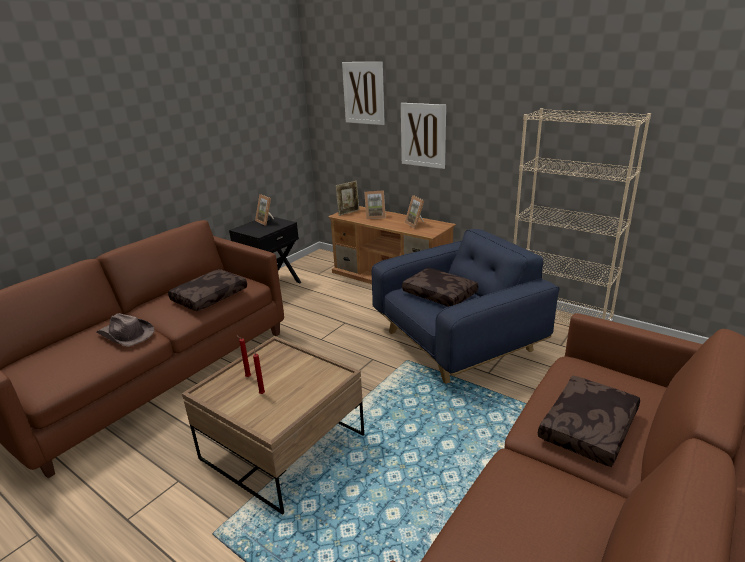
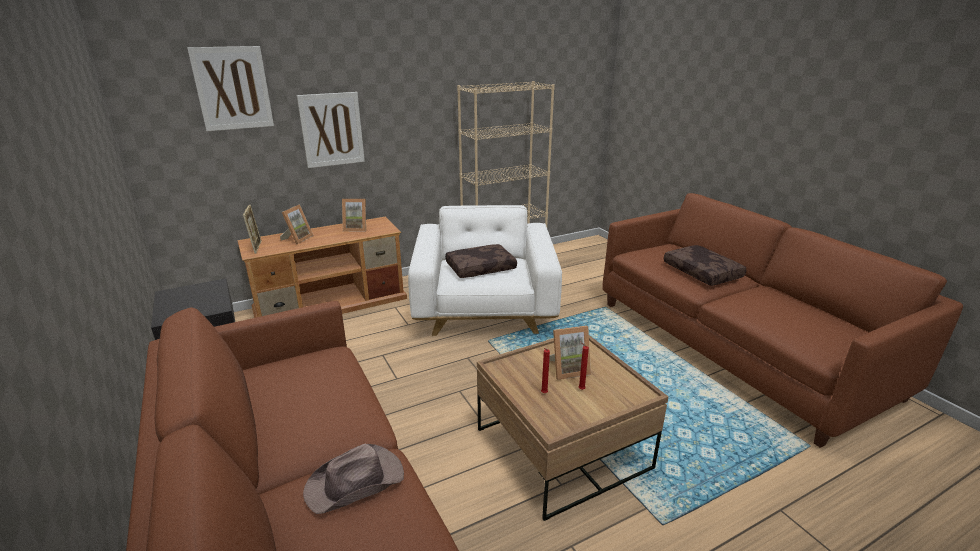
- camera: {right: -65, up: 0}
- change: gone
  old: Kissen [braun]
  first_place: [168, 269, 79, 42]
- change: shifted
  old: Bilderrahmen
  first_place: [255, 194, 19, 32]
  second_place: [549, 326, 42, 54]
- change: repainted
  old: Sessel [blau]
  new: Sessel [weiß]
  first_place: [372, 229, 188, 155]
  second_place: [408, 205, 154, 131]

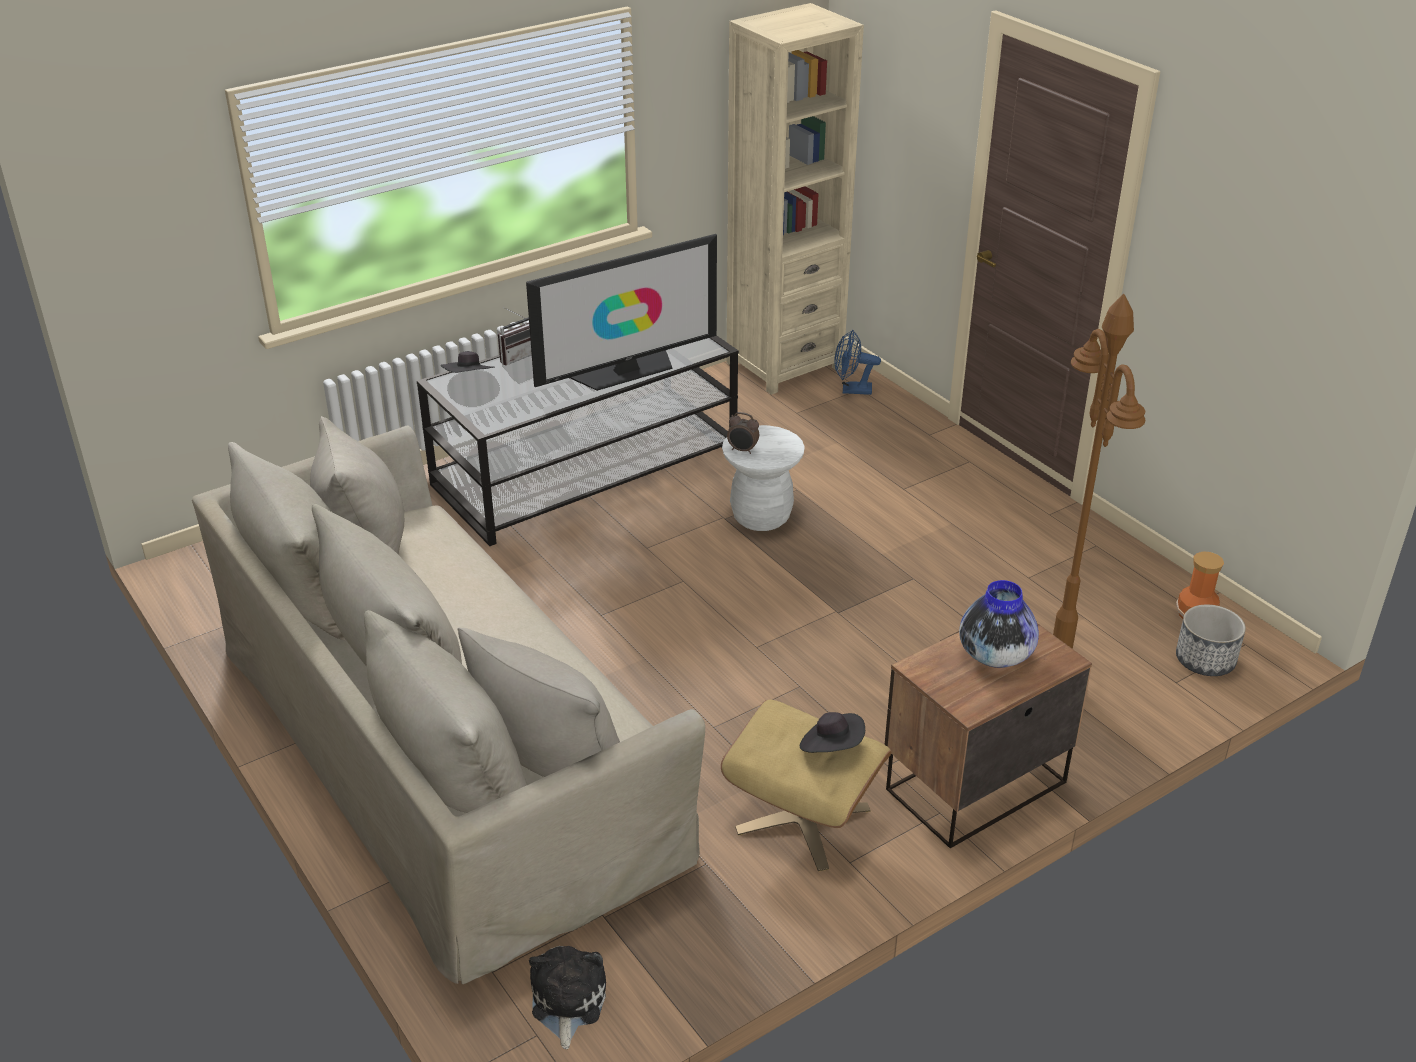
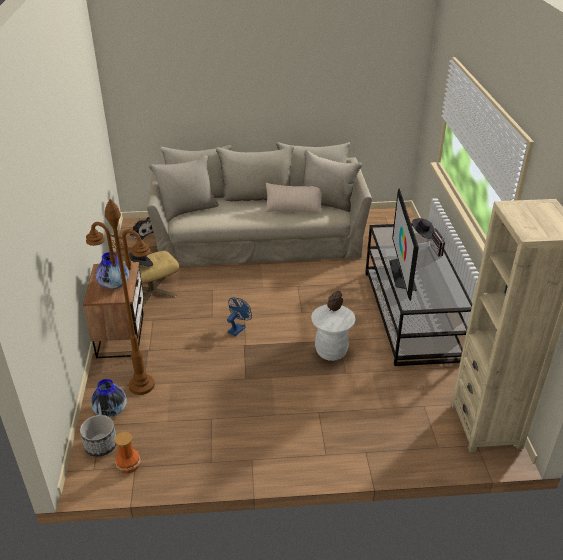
- camera: {right: 120, up: 0}
- change: shifted
  old: Ventilator [blau]
  first_place: [834, 330, 47, 65]
  second_place: [227, 298, 25, 38]
- change: new
  new: Vase
  second_place: [91, 379, 36, 38]
- change: new
  new: Kissen [beige]
  second_place: [265, 183, 57, 31]

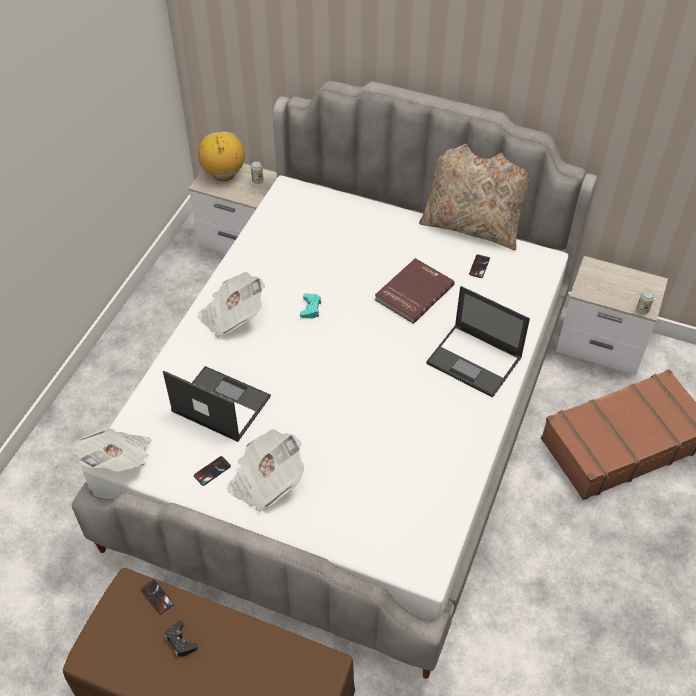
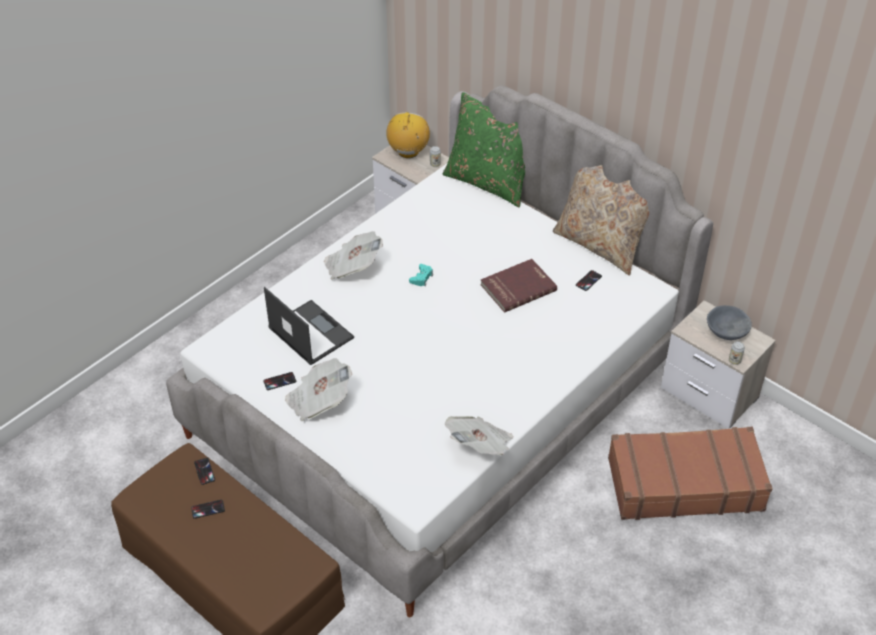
- camera: {right: 20, up: -5}
- change: shifted
  old: Zeitung
  first_place: [71, 429, 80, 43]
  second_place: [445, 416, 69, 39]
- change: swapped
  old: Gamepad [schwarz]
  new: Handy
  first_place: [165, 621, 33, 36]
  second_place: [191, 500, 34, 19]
- change: gone
  old: Laptop
  first_place: [426, 286, 104, 112]
- change: new
  new: Kissen [grün]
  second_place: [443, 92, 82, 115]
- change: new
  new: Schüssel [grau]
  second_place: [707, 305, 45, 35]

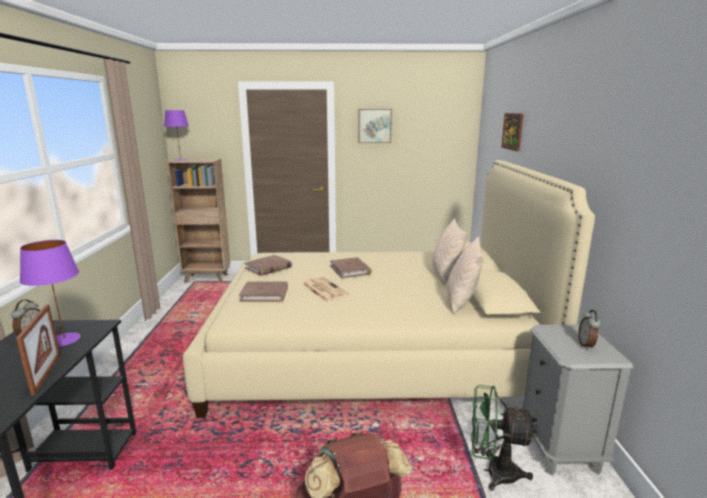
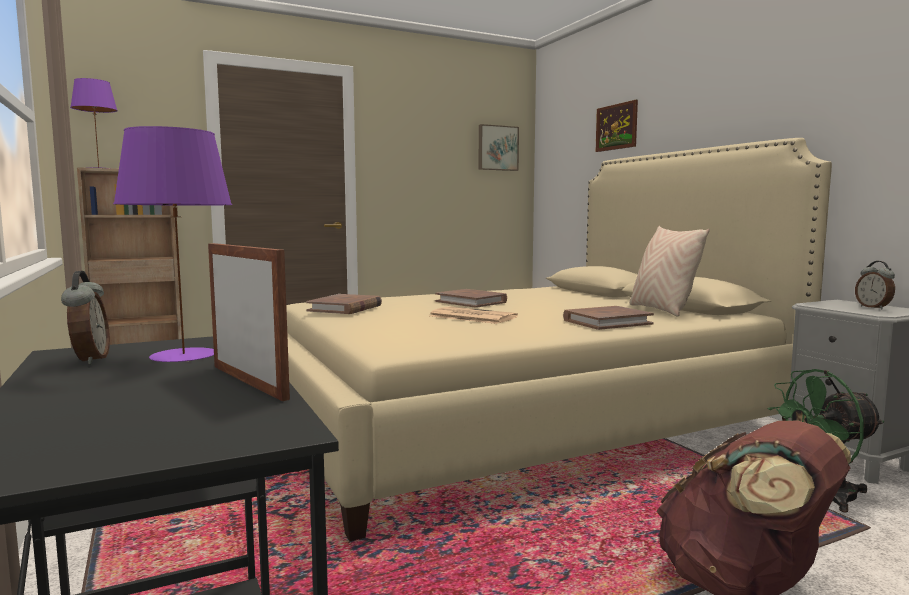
- camera: {right: -25, up: -10}
- change: shifted
  old: Buch [braun]
  first_place: [239, 282, 49, 20]
  second_place: [563, 306, 91, 24]
- change: shifted
  old: Bild
  first_place: [358, 109, 34, 34]
  second_place: [479, 124, 40, 47]
- change: gone
  old: Kissen [beige]
  first_place: [432, 218, 35, 67]

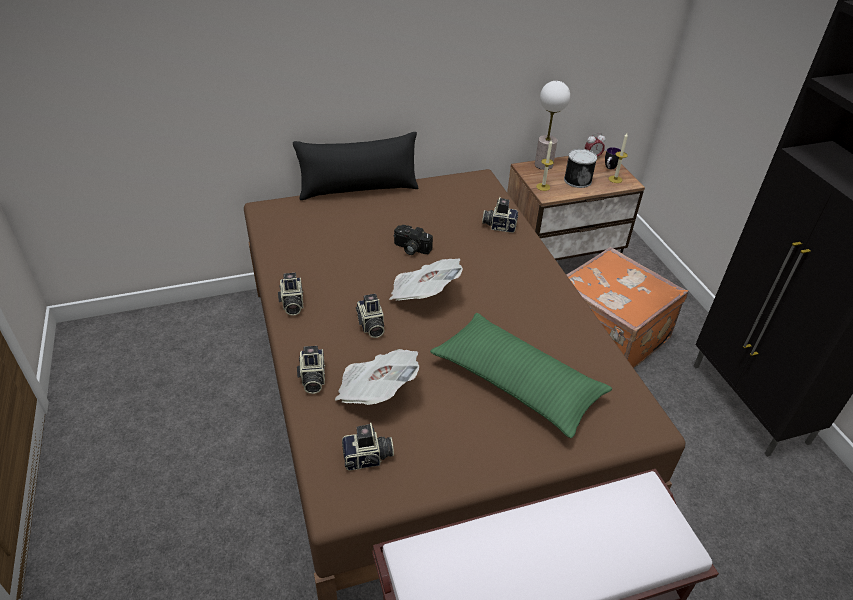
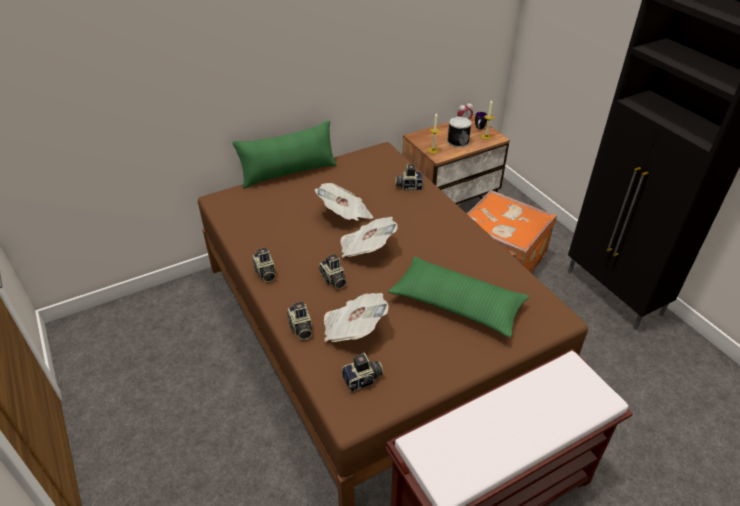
- camera: {right: -10, up: 0}
- change: repainted
  old: Kissen [schwarz]
  new: Kissen [grün]
  first_place: [293, 132, 125, 68]
  second_place: [233, 120, 104, 69]
- change: swapped
  old: Kamera
  new: Zeitung
  first_place: [394, 225, 39, 30]
  second_place: [315, 183, 59, 38]
- change: gone
  old: Tischlampe
  first_place: [535, 81, 35, 89]

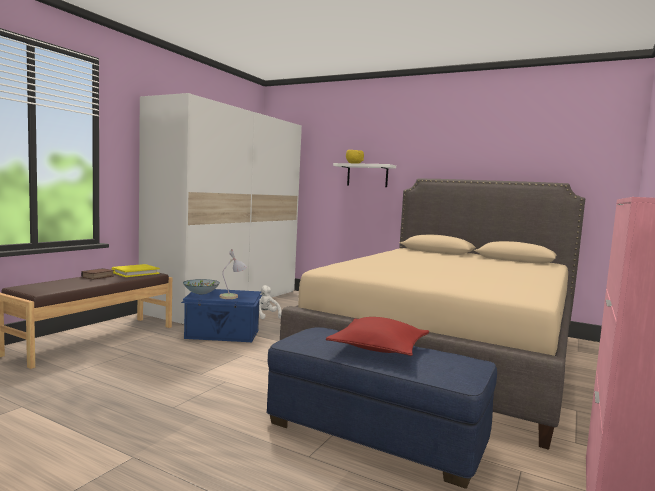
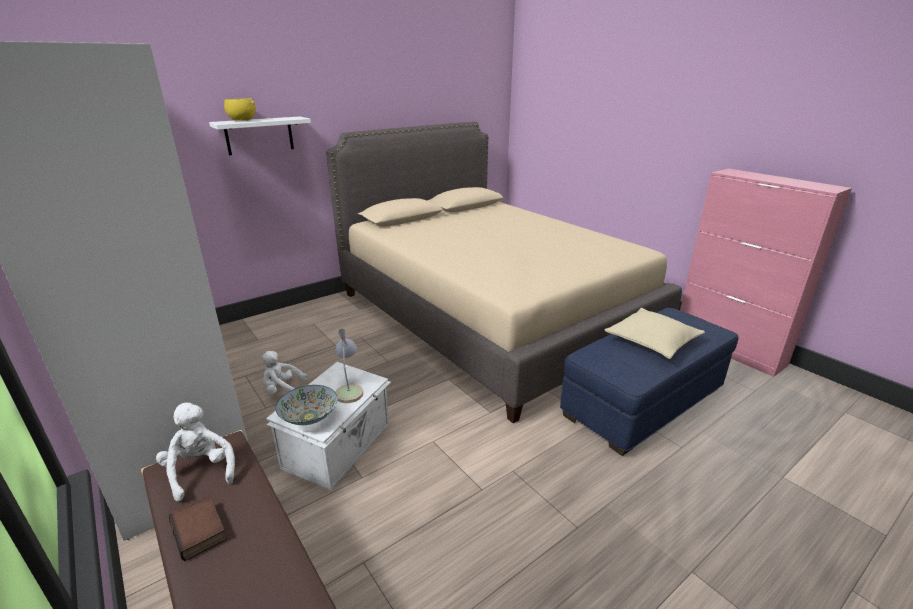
- camera: {right: -65, up: 20}
- change: swapped
  old: Buch [gelb]
  new: Plüschtier [weiß]
  first_place: [111, 264, 49, 13]
  second_place: [156, 403, 79, 98]
- change: repainted
  old: Aufbewahrungsbox [blau]
  new: Aufbewahrungsbox [weiß]
  first_place: [181, 289, 81, 53]
  second_place: [266, 362, 125, 128]
- change: repainted
  old: Kissen [rot]
  new: Kissen [beige]
  first_place: [326, 317, 103, 39]
  second_place: [604, 308, 101, 51]

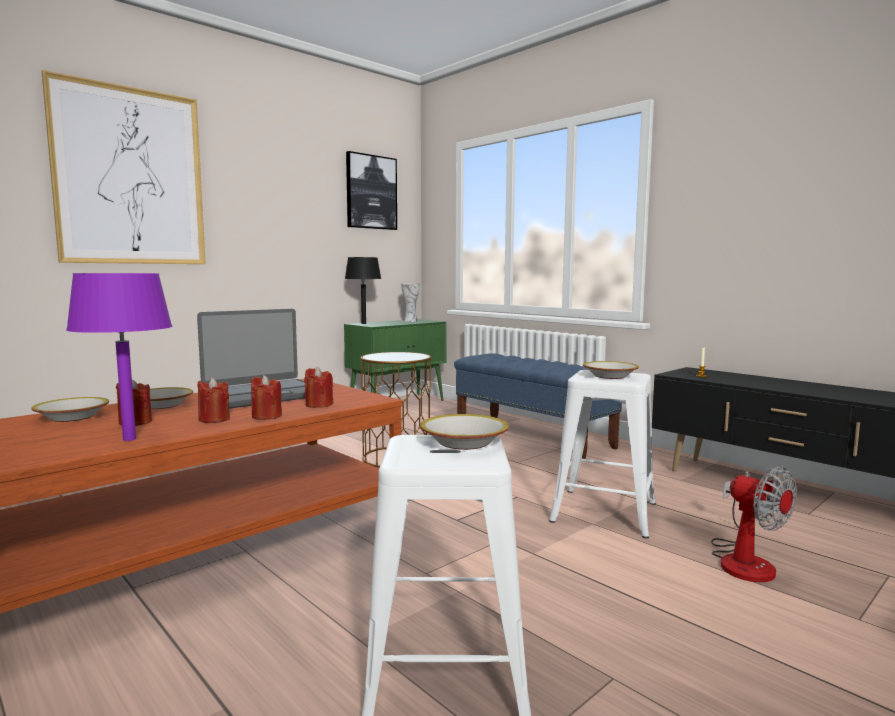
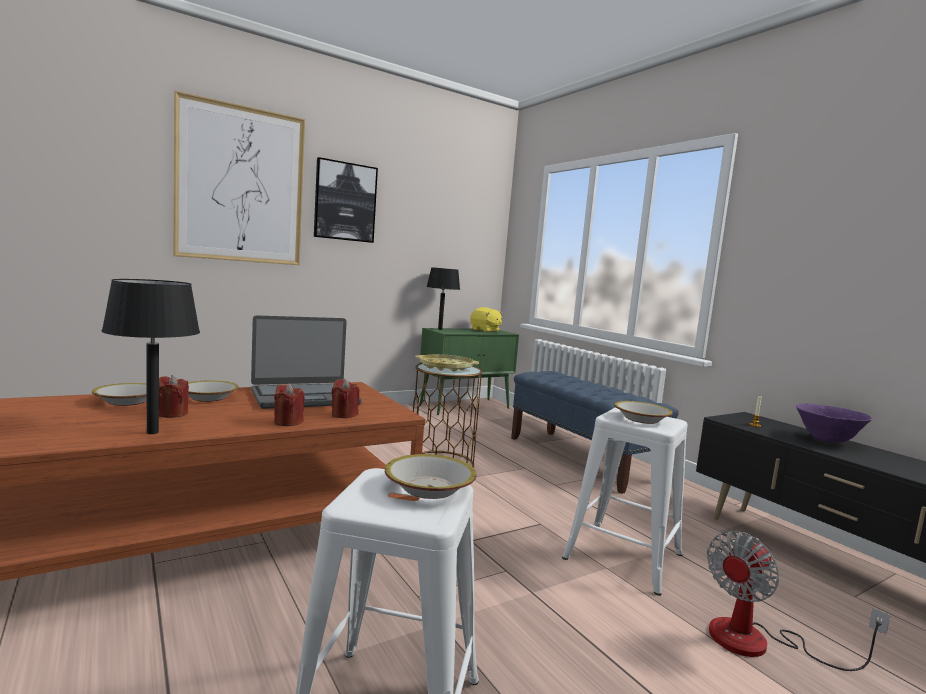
- camera: {right: 10, up: 0}
- change: repainted
  old: Tischlampe [lila]
  new: Tischlampe [schwarz]
  first_place: [66, 273, 106, 168]
  second_place: [102, 279, 98, 155]
- change: gone
  old: Kerze [rot]
  first_place: [197, 377, 33, 46]
- change: shifted
  old: Bild
  first_place: [346, 151, 51, 79]
  second_place: [314, 157, 64, 86]
- change: swapped
  old: Vase
  new: Plüschtier [gelb]
  first_place: [401, 284, 19, 38]
  second_place: [470, 307, 32, 25]
- change: rotated
  old: Ventilator
  first_place: [711, 467, 86, 115]
  second_place: [707, 531, 183, 140]
  degrees: 75
- change: new
  new: Tablett [gelb]
  second_place: [415, 354, 64, 18]
- change: new
  new: Schüssel [lila]
  second_place: [796, 403, 77, 40]

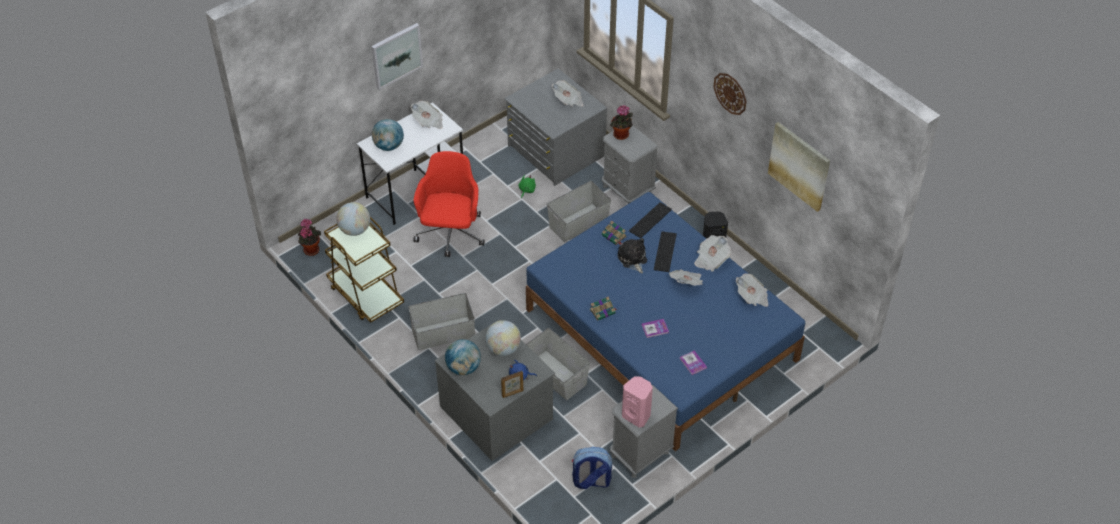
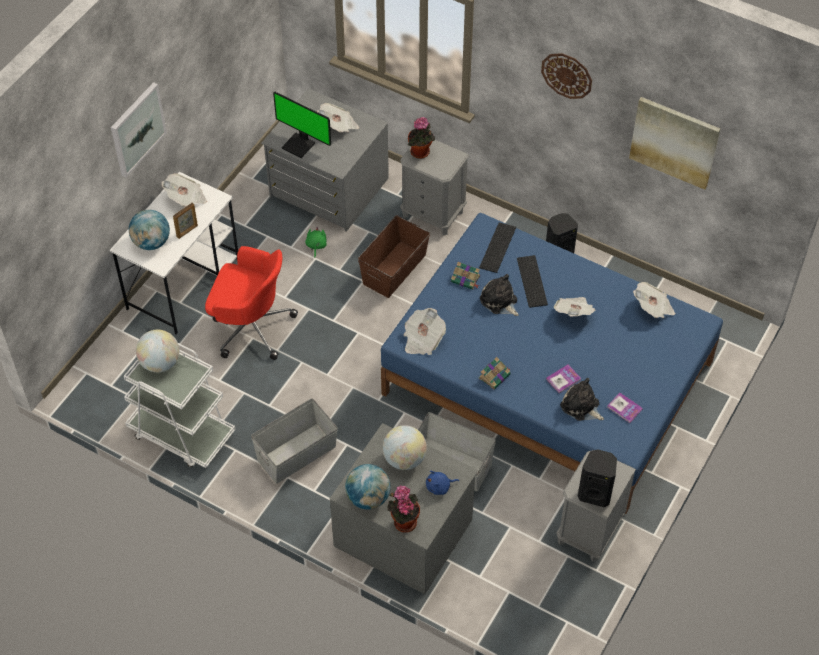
- camera: {right: -20, up: 5}
- change: shifted
  old: Topfpflanze
  first_place: [298, 218, 23, 38]
  second_place: [387, 485, 33, 47]
- change: repainted
  old: Rollwagen [braun]
  new: Rollwagen [weiß]
  first_place: [324, 217, 80, 106]
  second_place: [124, 343, 112, 125]
- change: rotated
  old: Bürostuhl [rot]
  first_place: [414, 151, 71, 106]
  second_place: [205, 246, 93, 114]
  degrees: 120
- change: shifted
  old: Bilderrahmen
  first_place: [501, 371, 22, 27]
  second_place: [173, 203, 25, 36]
- change: repainted
  old: Aufbewahrungsbox [grau]
  new: Aufbewahrungsbox [braun]
  first_place: [547, 181, 64, 61]
  second_place: [358, 215, 72, 83]
- change: gone
  old: Rucksack
  first_place: [572, 447, 40, 42]
- change: repainted
  old: Lautsprecher [rosa]
  new: Lautsprecher [schwarz]
  first_place: [622, 376, 31, 52]
  second_place: [578, 449, 39, 58]
- change: shifted
  old: Zeitung
  first_place: [694, 235, 37, 37]
  second_place: [404, 308, 42, 47]
- change: new
  new: Monitor
  second_place: [273, 92, 58, 66]
- change: new
  new: Plüschtier
  second_place: [560, 378, 44, 43]

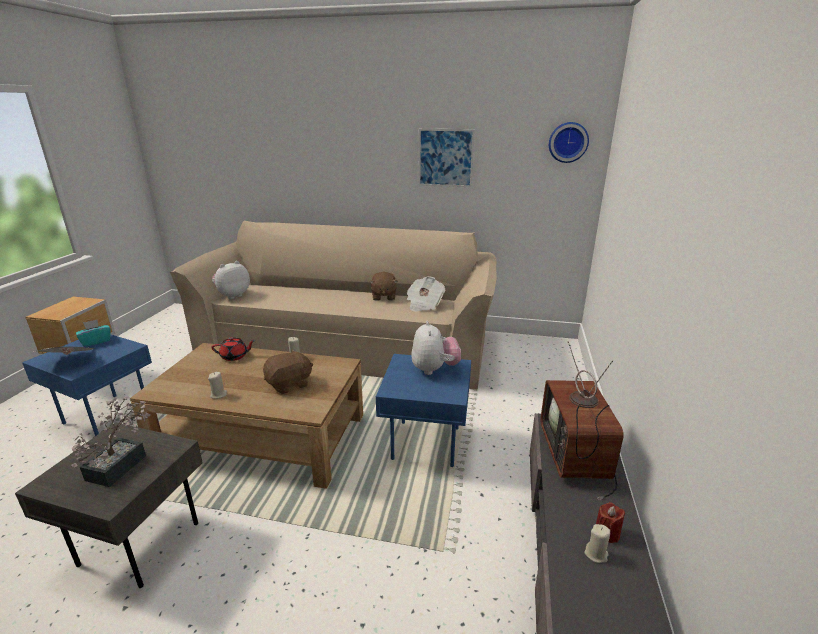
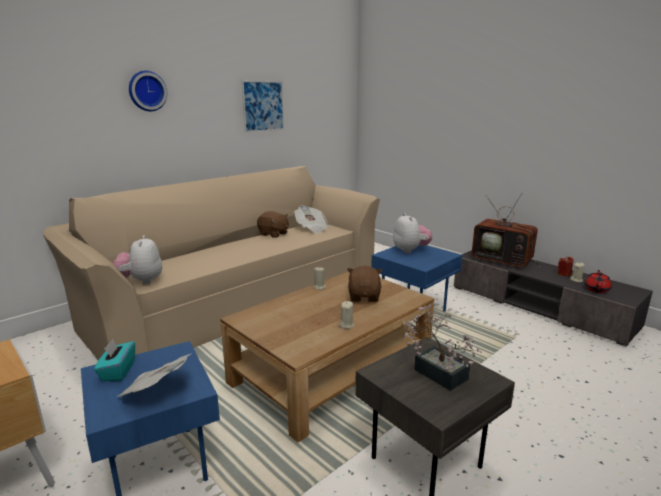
- camera: {right: -55, up: -5}
- change: shifted
  old: Teekanne [rot]
  first_place: [211, 337, 44, 24]
  second_place: [585, 270, 27, 23]
- change: rotated
  old: Plüschtier
  first_place: [411, 321, 50, 54]
  second_place: [393, 213, 39, 41]
  degrees: 45
- change: shifted
  old: Wanduhr
  first_place: [549, 122, 40, 41]
  second_place: [129, 71, 38, 40]

